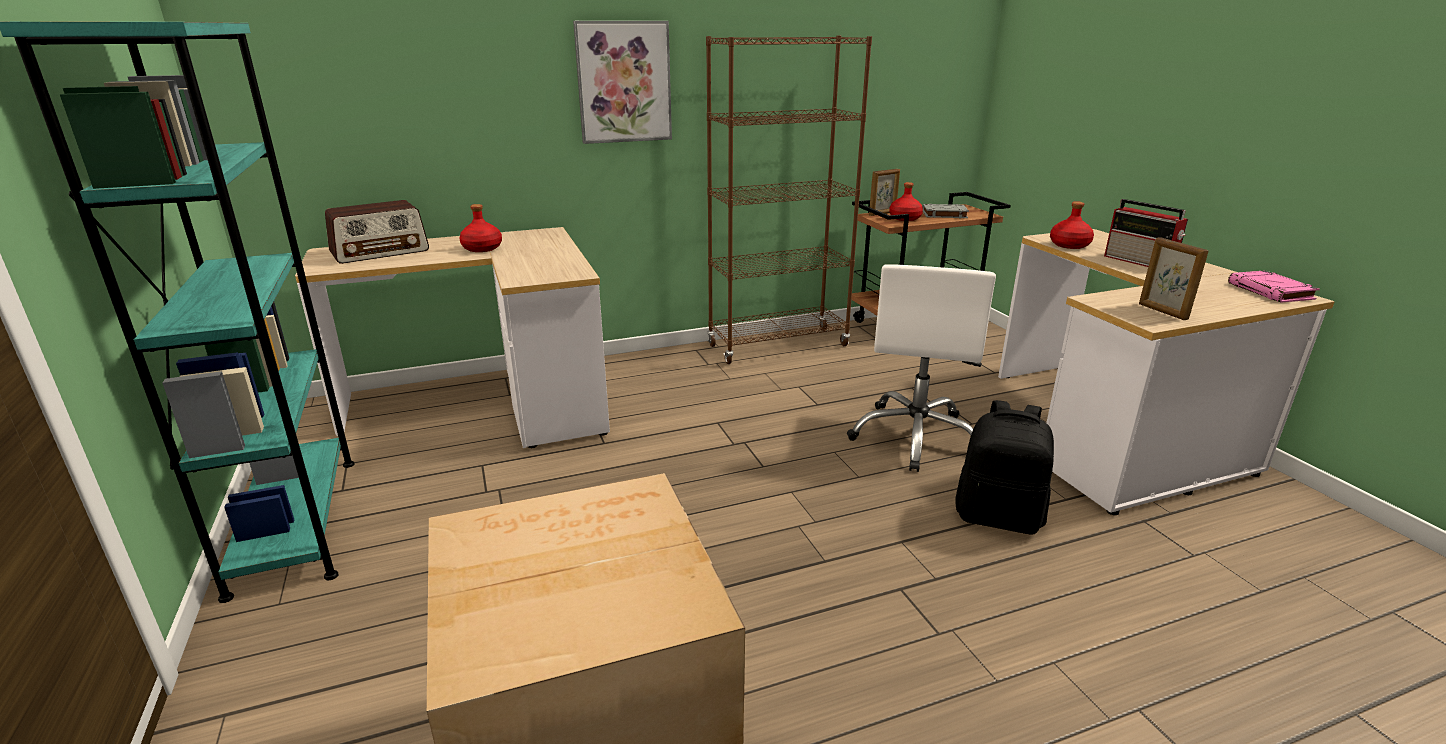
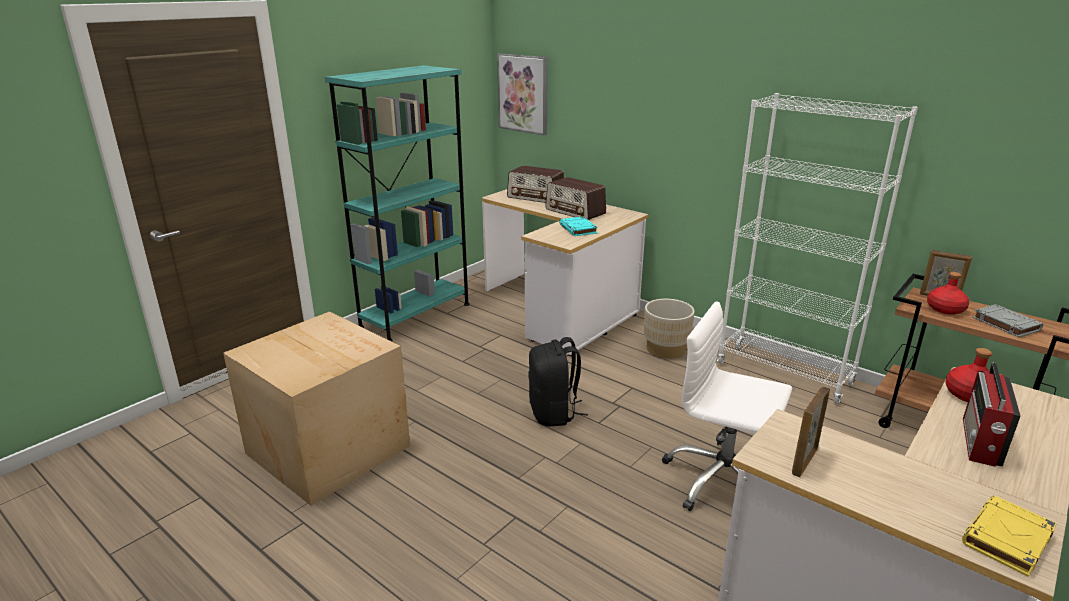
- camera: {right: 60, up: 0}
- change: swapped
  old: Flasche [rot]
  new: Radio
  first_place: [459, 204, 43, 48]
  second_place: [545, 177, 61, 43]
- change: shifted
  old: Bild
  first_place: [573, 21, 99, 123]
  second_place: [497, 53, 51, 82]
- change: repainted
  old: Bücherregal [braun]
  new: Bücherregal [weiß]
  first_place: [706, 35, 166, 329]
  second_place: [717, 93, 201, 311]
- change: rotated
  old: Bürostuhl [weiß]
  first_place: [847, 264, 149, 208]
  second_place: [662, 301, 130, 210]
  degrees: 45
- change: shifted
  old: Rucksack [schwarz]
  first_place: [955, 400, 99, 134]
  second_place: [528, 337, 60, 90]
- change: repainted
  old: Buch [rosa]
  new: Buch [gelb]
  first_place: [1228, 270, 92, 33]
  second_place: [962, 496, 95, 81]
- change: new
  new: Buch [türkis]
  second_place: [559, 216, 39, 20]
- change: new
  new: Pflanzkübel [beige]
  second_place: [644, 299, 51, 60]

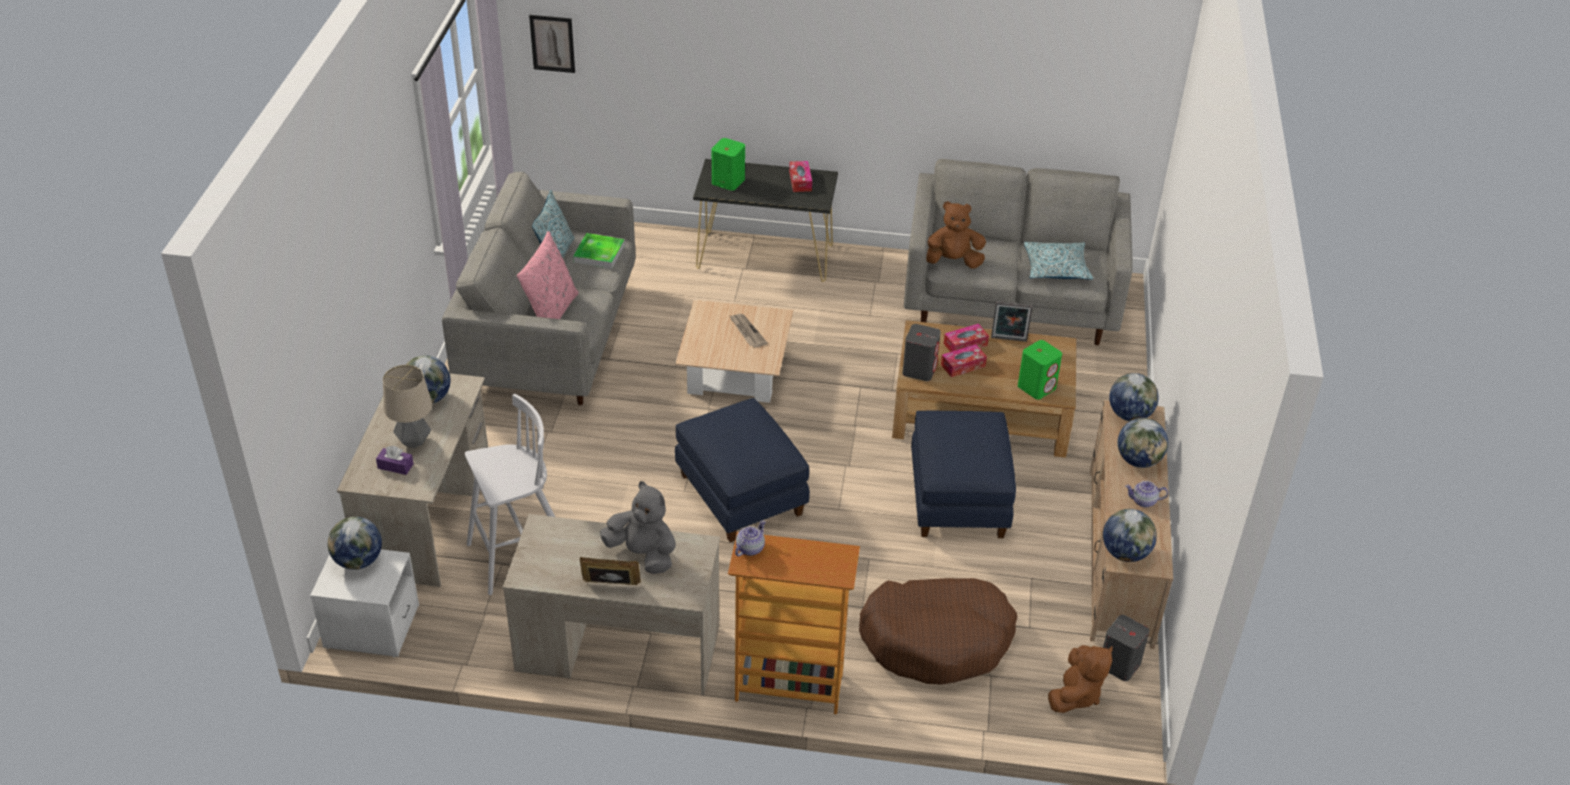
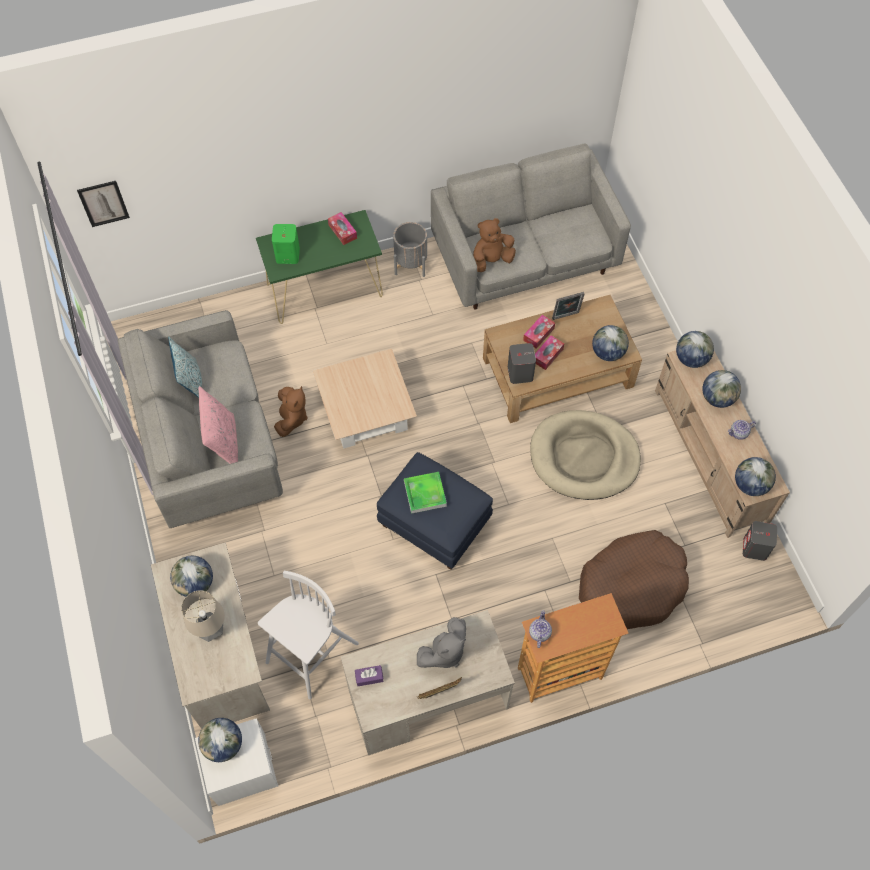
- camera: {right: -25, up: 20}
- change: shifted
  old: Taschentuchbox [lila]
  first_place: [376, 446, 38, 29]
  second_place: [355, 665, 28, 21]
- change: shifted
  old: Tablett
  first_place: [573, 233, 52, 36]
  second_place: [404, 472, 43, 42]
- change: rotated
  old: Plüschtier [grau]
  first_place: [600, 481, 76, 93]
  second_place: [417, 617, 49, 51]
  degrees: 135
- change: repainted
  old: Konsolentisch [schwarz]
  new: Konsolentisch [grün]
  first_place: [693, 159, 145, 123]
  second_place: [256, 210, 127, 114]
- change: gone
  old: Zeitung
  first_place: [730, 314, 37, 34]
- change: swapped
  old: Polsterhocker [blau]
  new: Hundebett [beige]
  first_place: [911, 410, 105, 128]
  second_place: [530, 410, 111, 90]
- change: swapped
  old: Lautsprecher [grün]
  new: Globus
  first_place: [1018, 340, 44, 60]
  second_place: [592, 325, 37, 36]
- change: gone
  old: Kissen
  first_place: [1024, 242, 69, 38]
- change: shifted
  old: Plüschtier [braun]
  first_place: [1048, 645, 65, 68]
  second_place: [274, 386, 33, 51]
- change: new
  new: Pflanzkübel [grau]
  second_place: [393, 222, 34, 55]

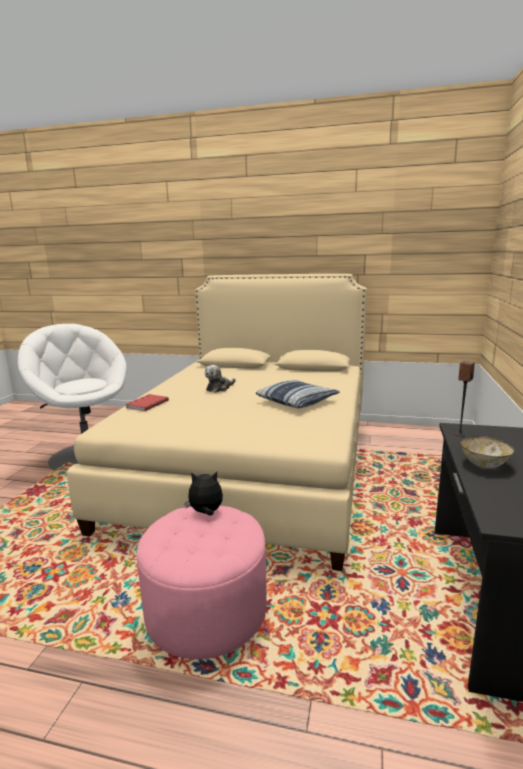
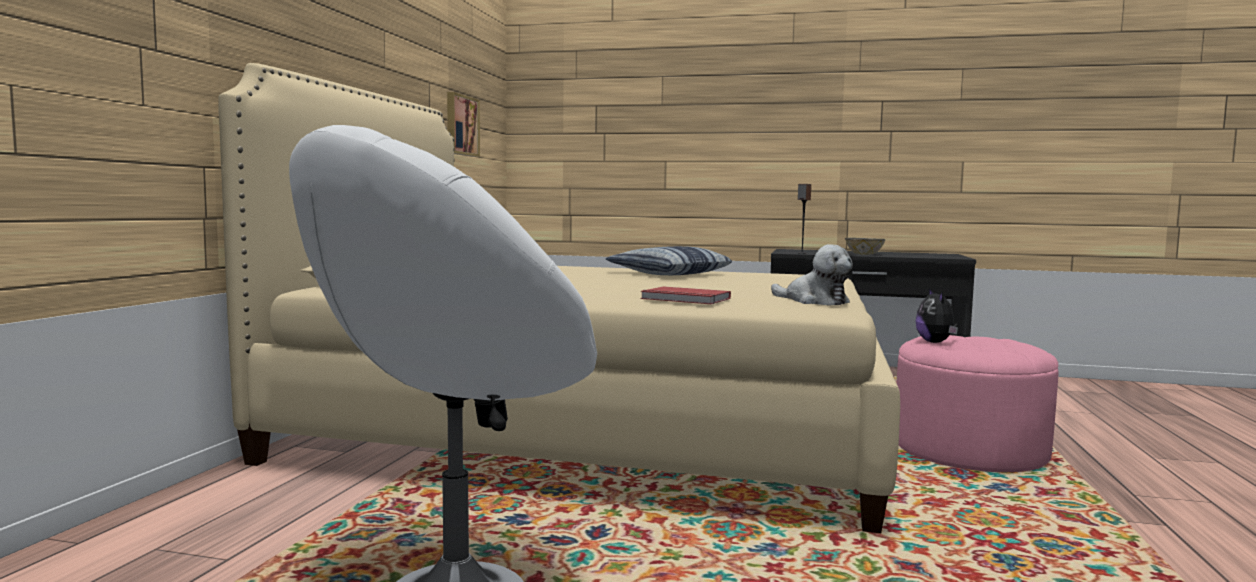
- camera: {right: -90, up: -10}
- change: shifted
  old: Plüschtier
  first_place: [205, 365, 31, 28]
  second_place: [771, 244, 82, 61]
- change: new
  new: Bild
  second_place: [447, 92, 33, 65]

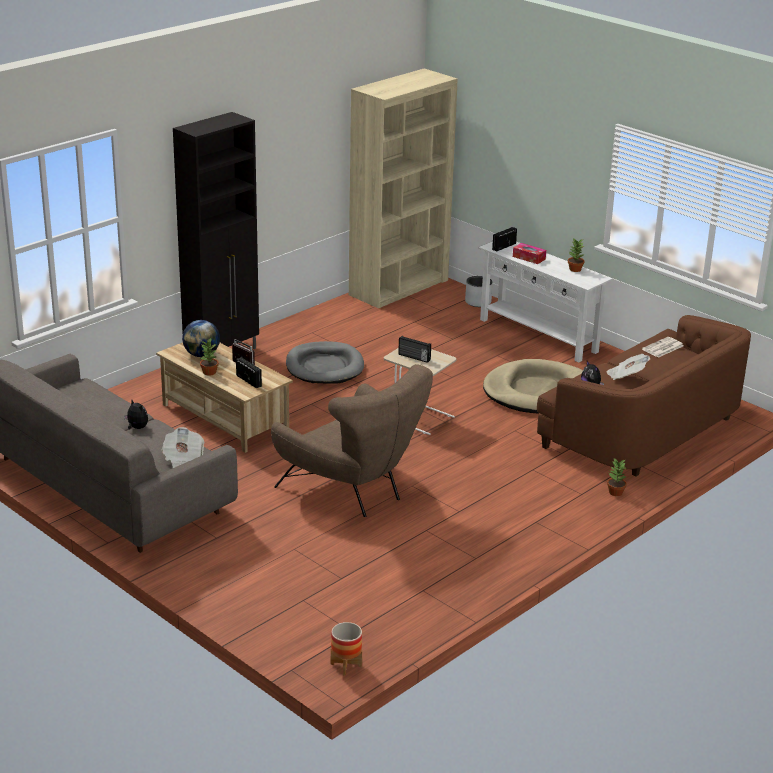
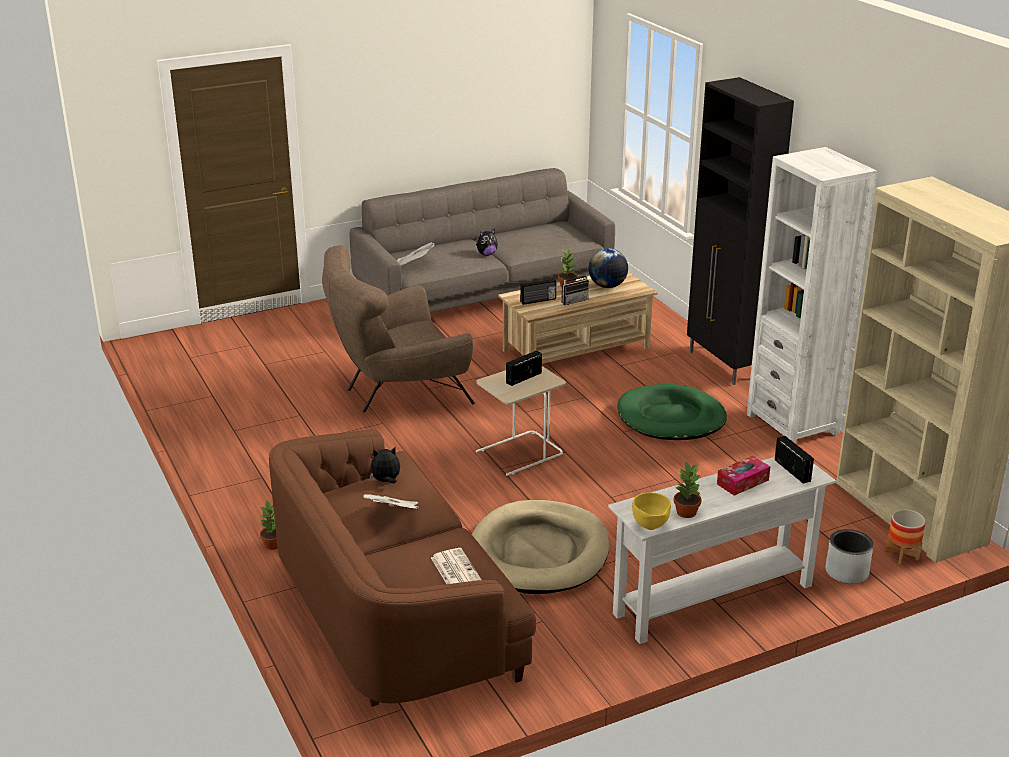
- camera: {right: 110, up: 0}
- change: repainted
  old: Hundebett [grau]
  new: Hundebett [grün]
  first_place: [286, 341, 78, 43]
  second_place: [618, 384, 109, 56]
- change: shifted
  old: Pflanzkübel
  first_place: [331, 622, 31, 54]
  second_place: [885, 510, 41, 55]
- change: new
  new: Schüssel [gelb]
  second_place: [632, 492, 39, 38]
- change: new
  new: Bücherregal [weiß]
  second_place: [747, 147, 130, 297]

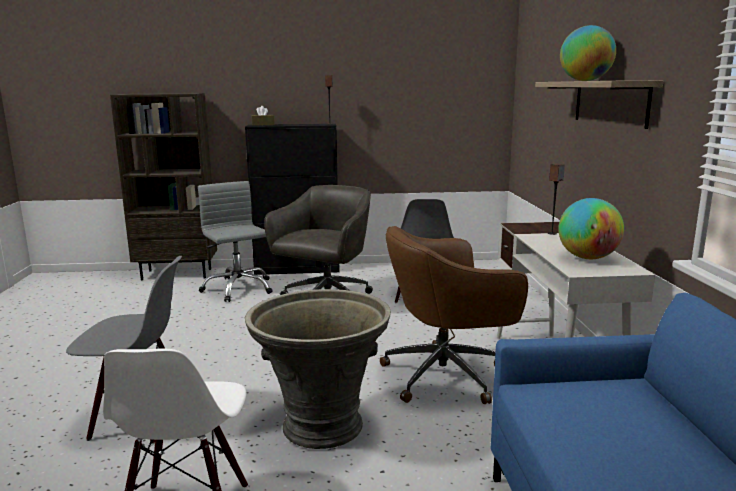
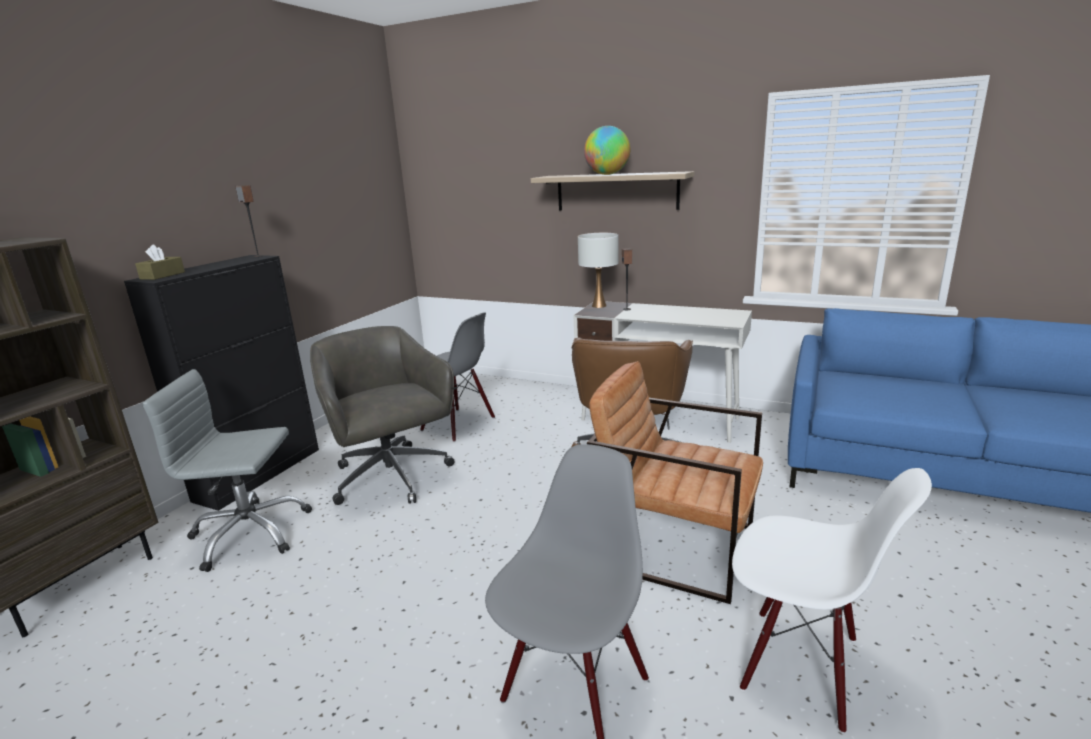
- camera: {right: -60, up: 5}
- change: swapped
  old: Pflanzkübel [grau]
  new: Sessel [braun]
  first_place: [245, 289, 146, 160]
  second_place: [587, 361, 176, 243]
- change: gone
  old: Globus
  first_place: [558, 198, 66, 61]
- change: new
  new: Tischlampe [weiß]
  second_place: [578, 233, 41, 75]

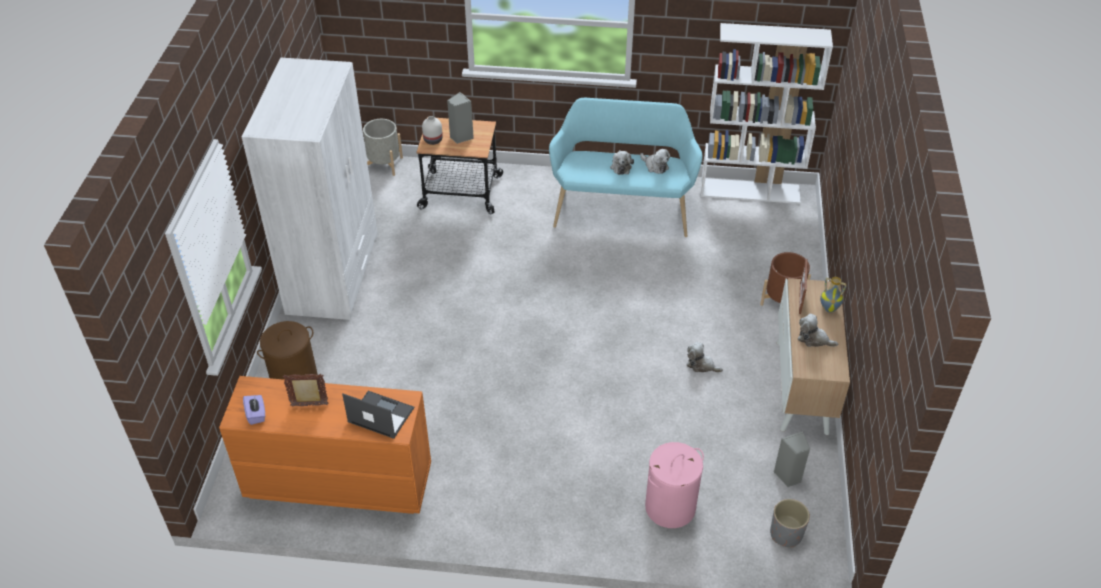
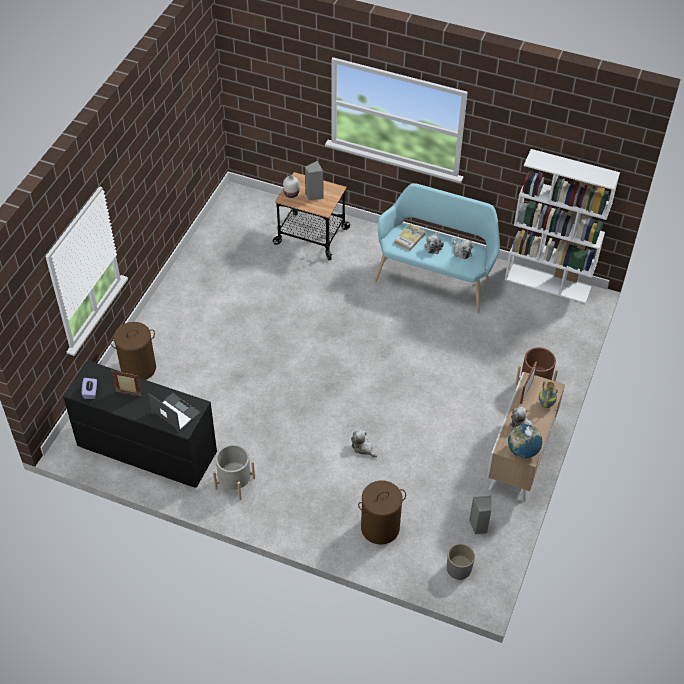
- camera: {right: 15, up: 5}
- change: repainted
  old: Kommode [orange]
  new: Kommode [schwarz]
  first_place: [219, 376, 212, 138]
  second_place: [63, 361, 154, 127]
- change: gone
  old: Kleiderschrank [weiß]
  first_place: [242, 58, 136, 262]
- change: shifted
  old: Pflanzkübel [grau]
  first_place: [363, 119, 40, 57]
  second_place: [213, 444, 42, 56]
- change: repainted
  old: Wäschekorb [rosa]
  new: Wäschekorb [braun]
  first_place: [645, 442, 59, 86]
  second_place: [358, 480, 48, 64]
- change: shifted
  old: Plüschtier
  first_place: [686, 342, 37, 31]
  second_place: [351, 429, 26, 29]
- change: new
  new: Buch
  second_place: [394, 224, 32, 27]
- change: new
  new: Globus
  second_place: [508, 424, 34, 34]

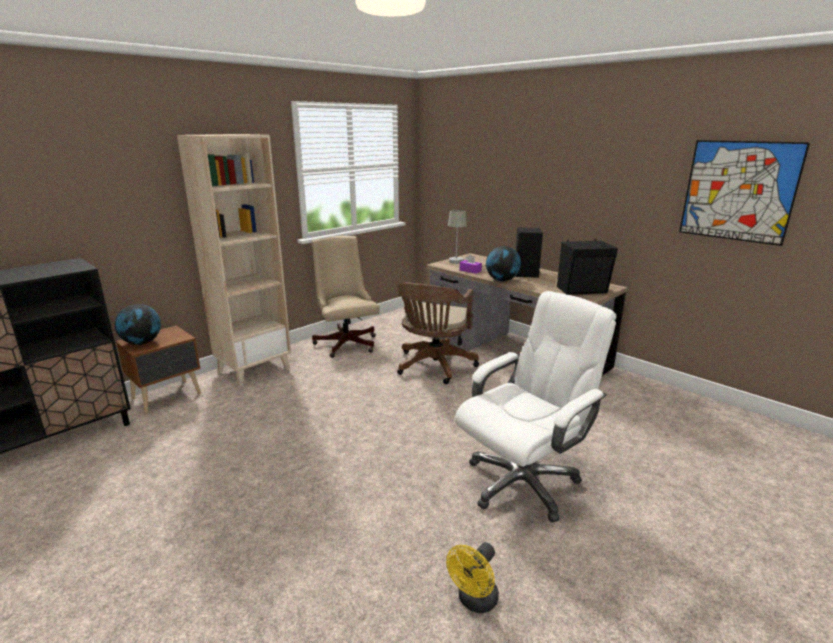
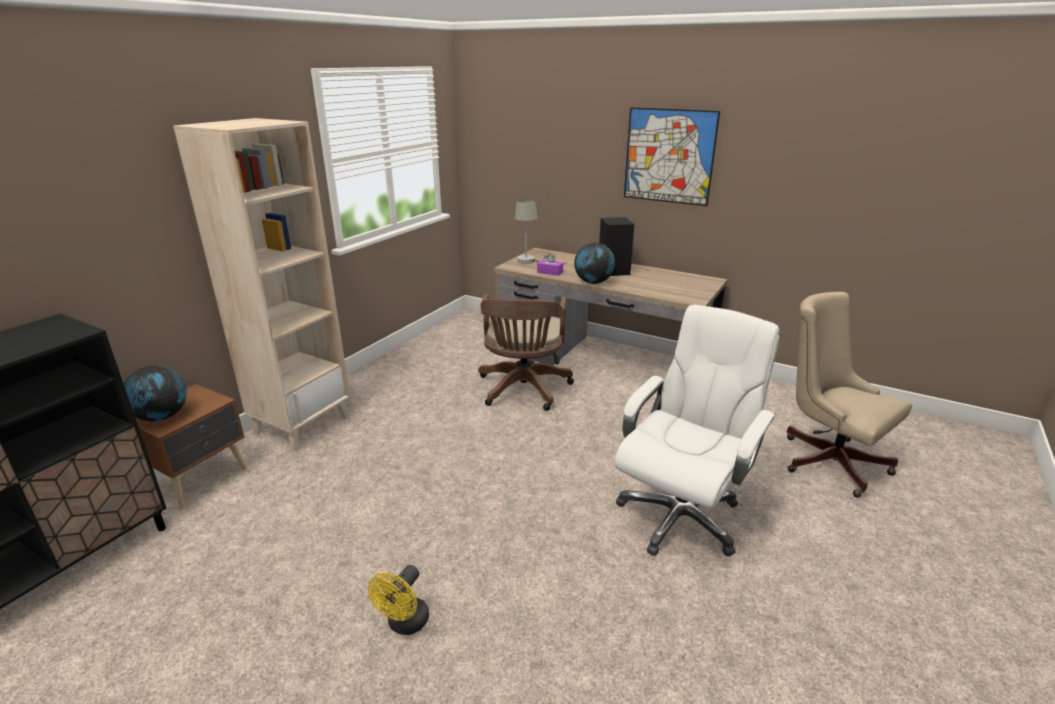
- camera: {right: -15, up: 5}
- change: shifted
  old: Bürostuhl [beige]
  first_place: [311, 236, 68, 122]
  second_place: [787, 292, 125, 206]
- change: shifted
  old: Ventilator [gelb]
  first_place: [446, 542, 53, 71]
  second_place: [368, 565, 61, 70]
- change: gone
  old: Lautsprecher [schwarz]
  first_place: [557, 239, 61, 56]
- change: shifted
  old: Bild
  first_place: [679, 140, 131, 106]
  second_place: [624, 107, 96, 99]

